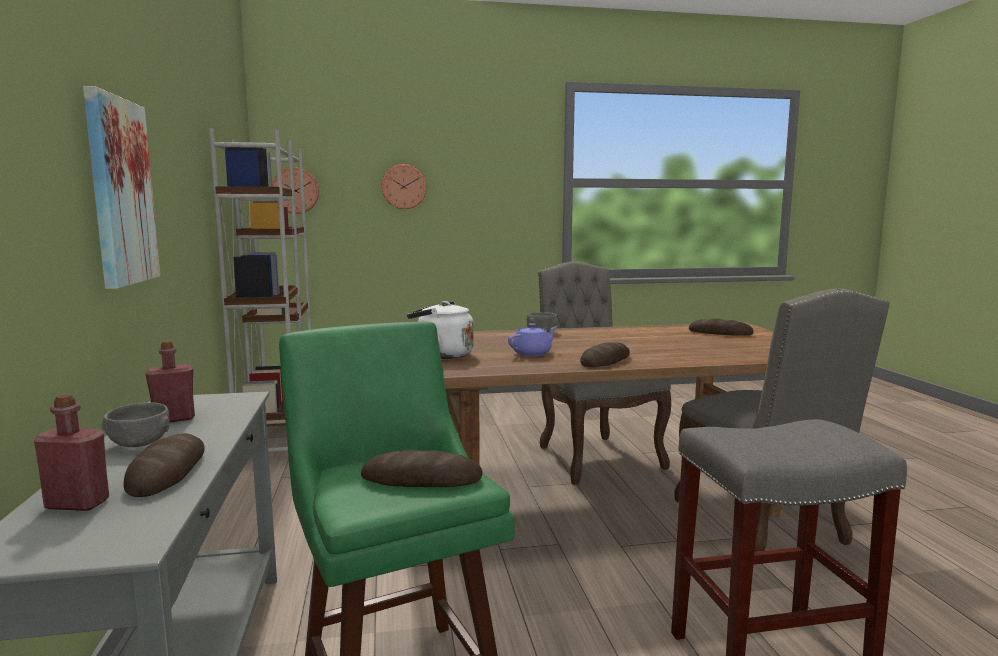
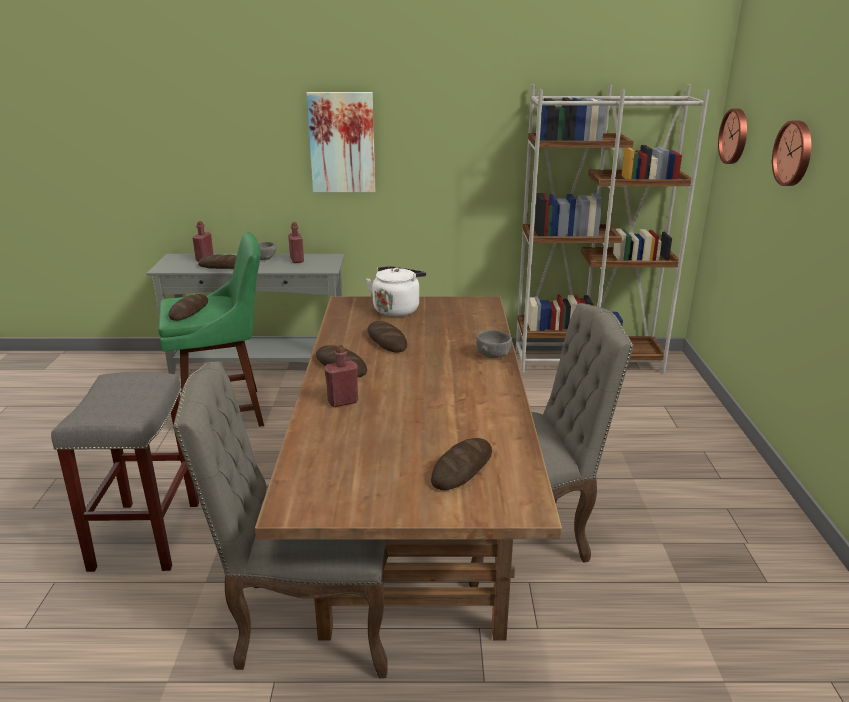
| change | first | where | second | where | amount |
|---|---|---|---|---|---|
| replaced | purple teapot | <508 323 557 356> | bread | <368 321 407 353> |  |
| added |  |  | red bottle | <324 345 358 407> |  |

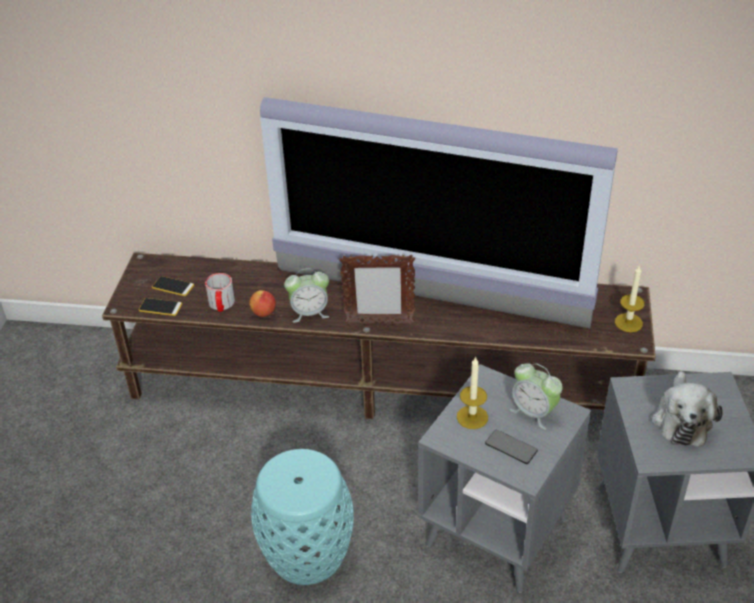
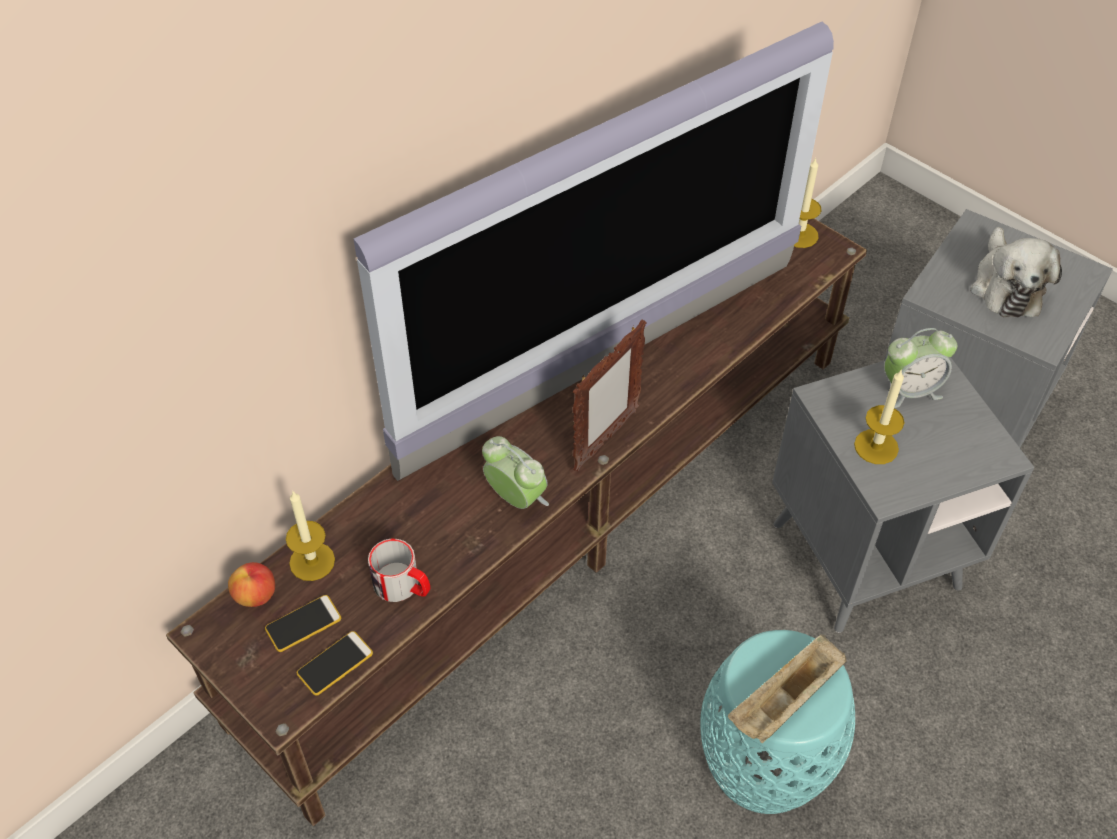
| change | first | where | second | where | amount |
|---|---|---|---|---|---|
| moved | apple | <249 290 276 317> |  | <228 562 275 607> |  |
| turned | alarm clock | <284 268 329 323> |  | <482 436 549 509> | 75 degrees counterclockwise |
| removed | phone | <485 430 538 464> |  |  |  |
| turned | plush toy | <651 371 723 446> |  | <970 227 1062 317> | 45 degrees clockwise |
| added |  |  | candle | <286 490 335 581> |  |
| added |  |  | beige tray | <728 635 847 743> |  |

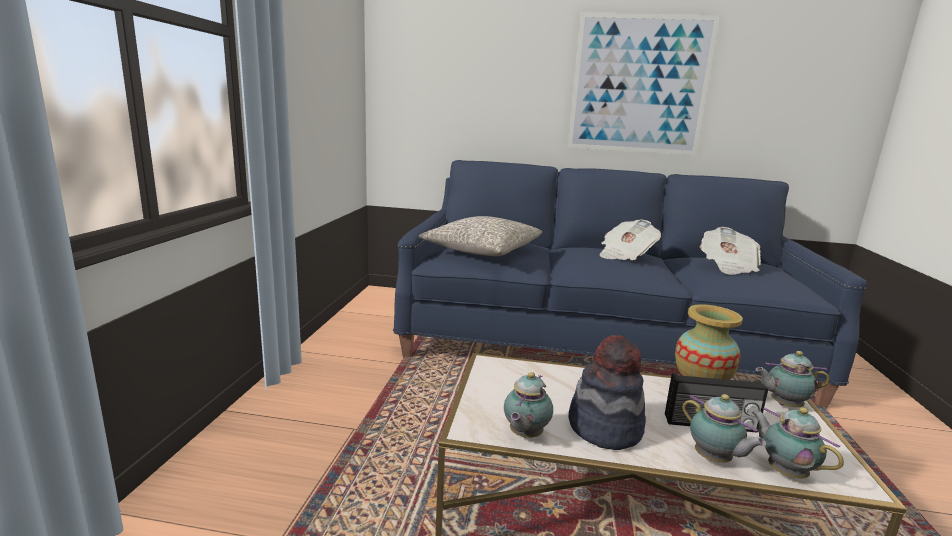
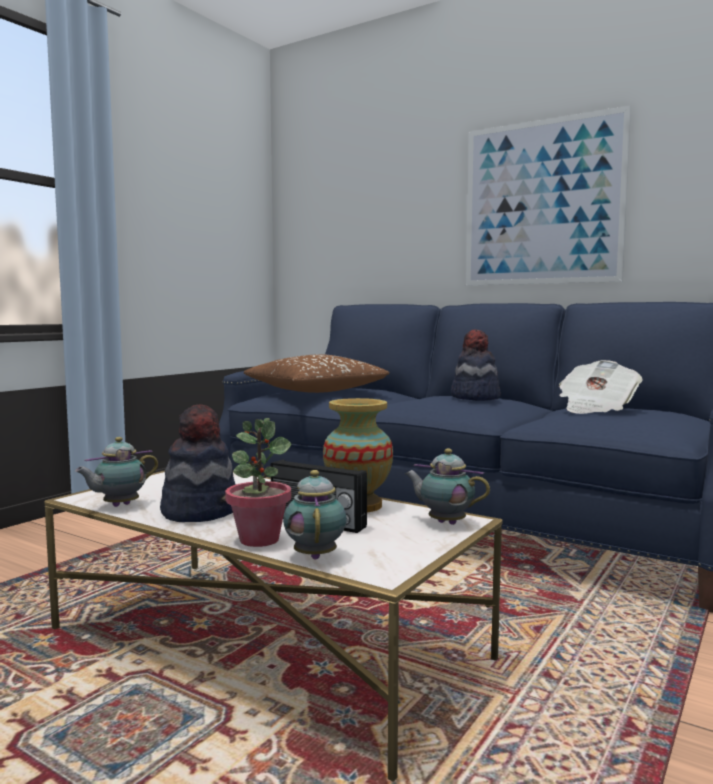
| change | first | where | second | where | amount |
|---|---|---|---|---|---|
| recoloured | grey pillow | <419 216 543 256> | brown pillow | <244 354 390 393> |  |
| replaced | newspaper | <600 220 661 260> | hat | <451 330 501 401> |  |
| replaced | teapot | <682 394 766 463> | potted plant | <225 418 291 547> |  |

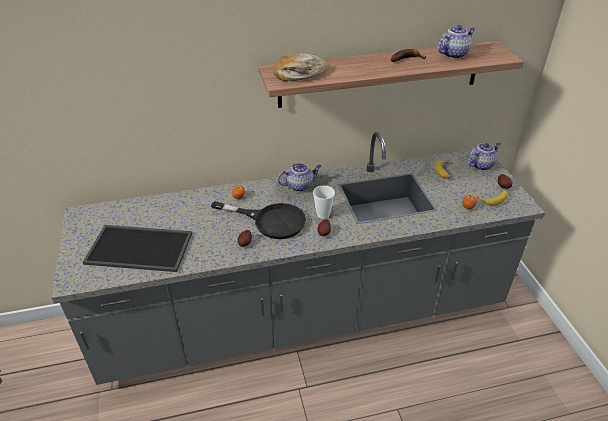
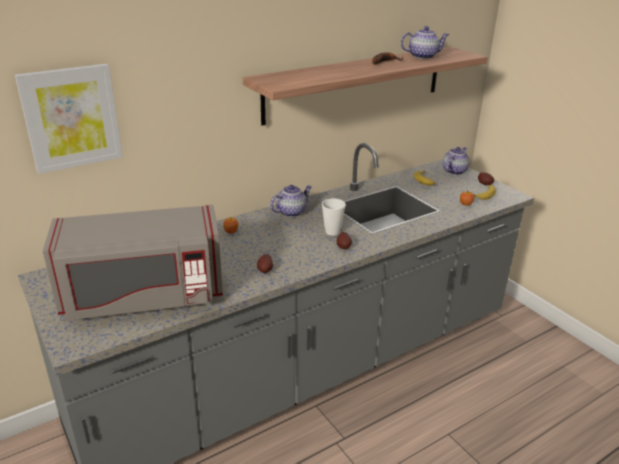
| change | first | where | second | where | amount |
|---|---|---|---|---|---|
| replaced | tray | <83 225 192 272> | grey microwave | <43 205 223 320> |  |
| removed | black frying pan | <211 201 306 239> |  |  |  |
| removed | bread | <274 53 327 81> |  |  |  |
| turned | teapot | <438 25 475 59> |  | <401 26 449 59> | 45 degrees clockwise |
| added |  |  | picture | <15 63 123 174> |  |

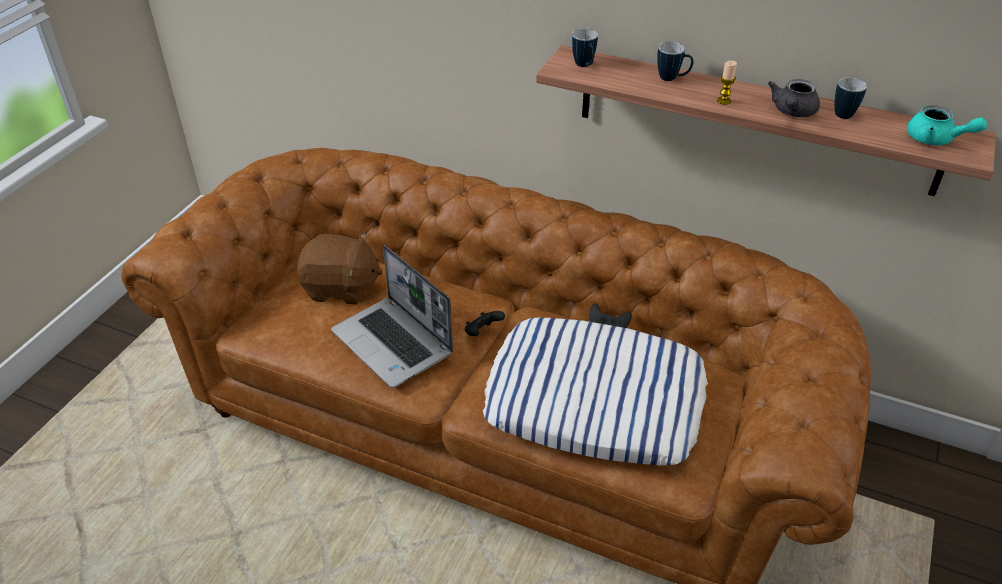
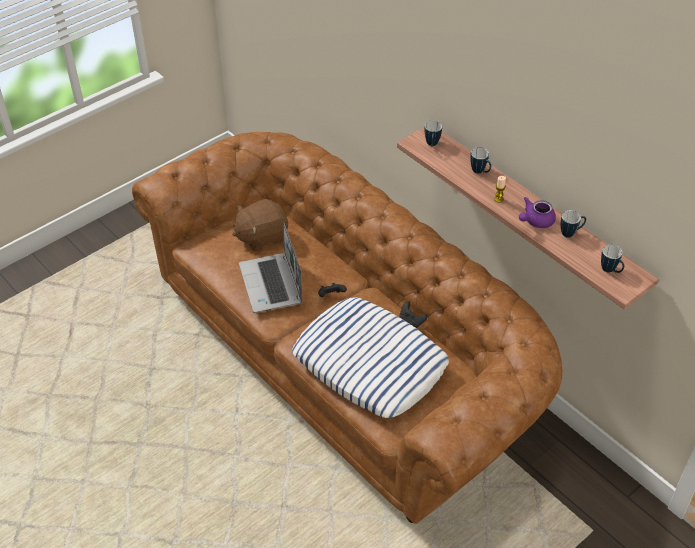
| change | first | where | second | where | amount |
|---|---|---|---|---|---|
| turned | brown plush toy | <297 232 383 305> |  | <233 199 288 251> | 120 degrees clockwise |
| recoloured | grey teapot | <768 79 820 117> | purple teapot | <519 197 556 228> |  |
| replaced | turquoise teapot | <907 105 987 145> | mug | <601 244 624 273> |  |

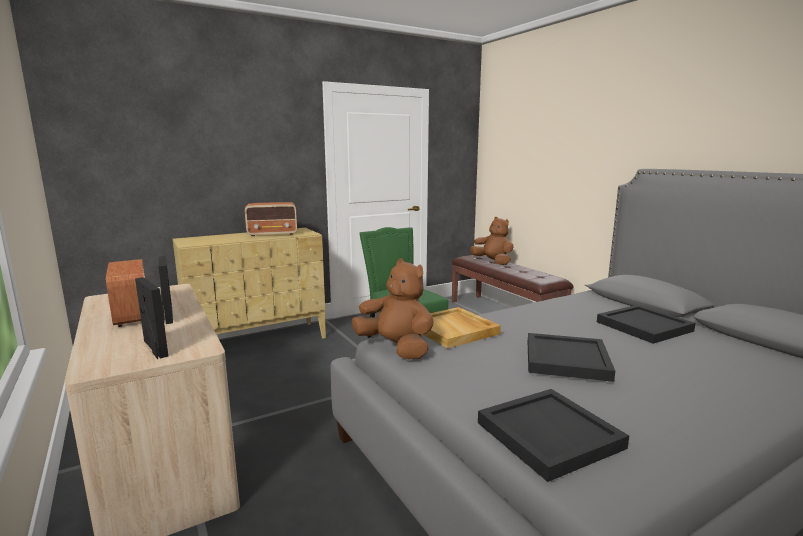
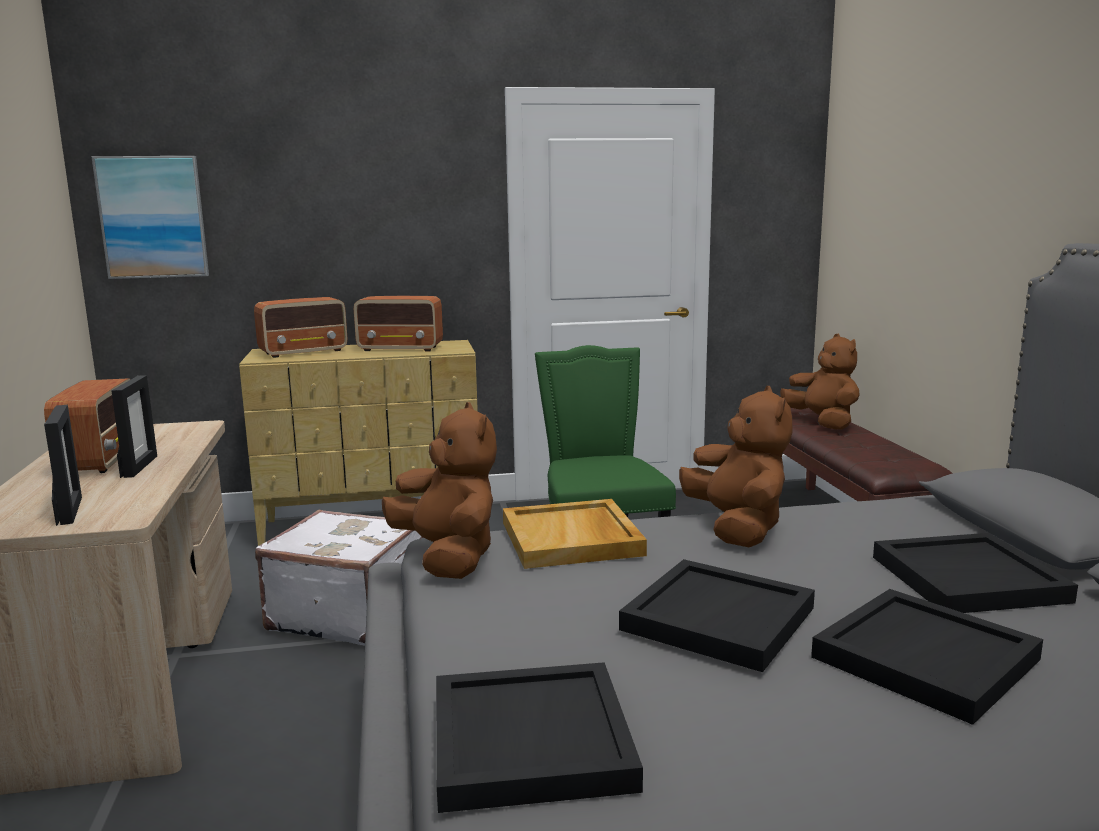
| change | first | where | second | where | amount |
|---|---|---|---|---|---|
| added |  |  | picture | <91 156 209 279> |  |
| added |  |  | radio | <254 297 347 358> |  |
| added |  |  | white suitcase | <255 510 424 646> |  |
| added |  |  | brown plush toy | <679 386 793 547> |  |
| added |  |  | black tray | <811 589 1043 725> |  |

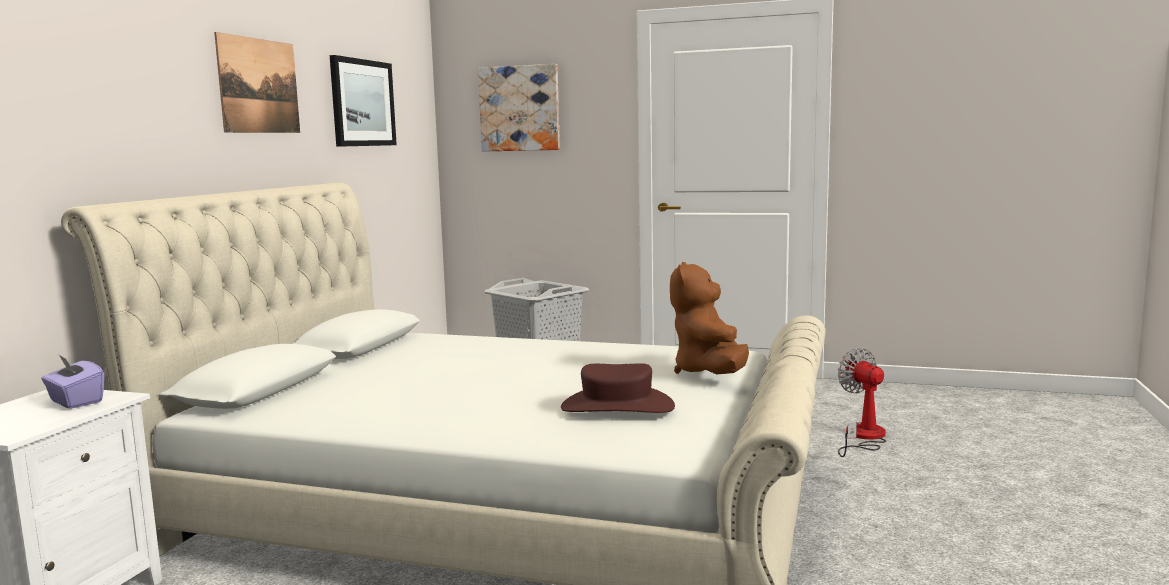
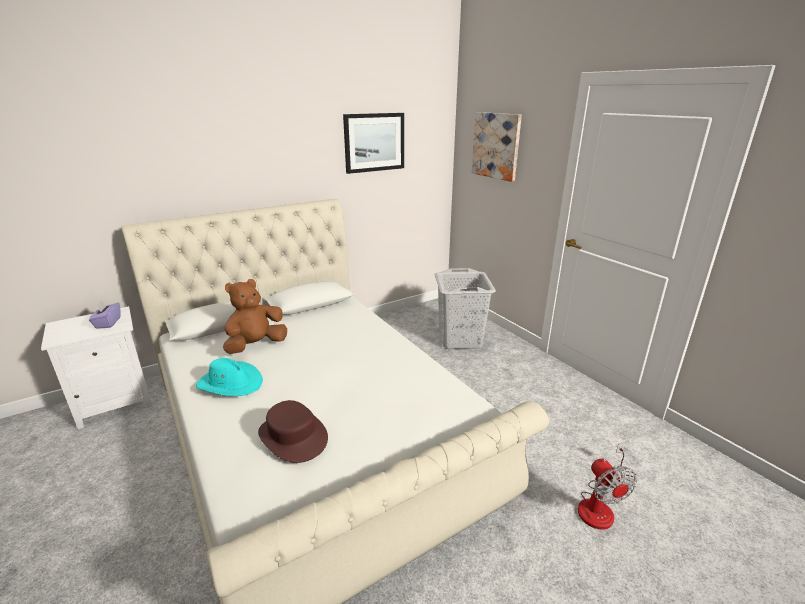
| change | first | where | second | where | amount |
|---|---|---|---|---|---|
| removed | picture | <214 32 300 133> |  |  |  |
| moved | brown plush toy | <670 262 749 374> |  | <223 279 287 354> |  |
| turned | fan | <838 348 886 457> |  | <578 443 637 530> | 150 degrees clockwise |
| added |  |  | turquoise hat | <196 358 263 396> |  |

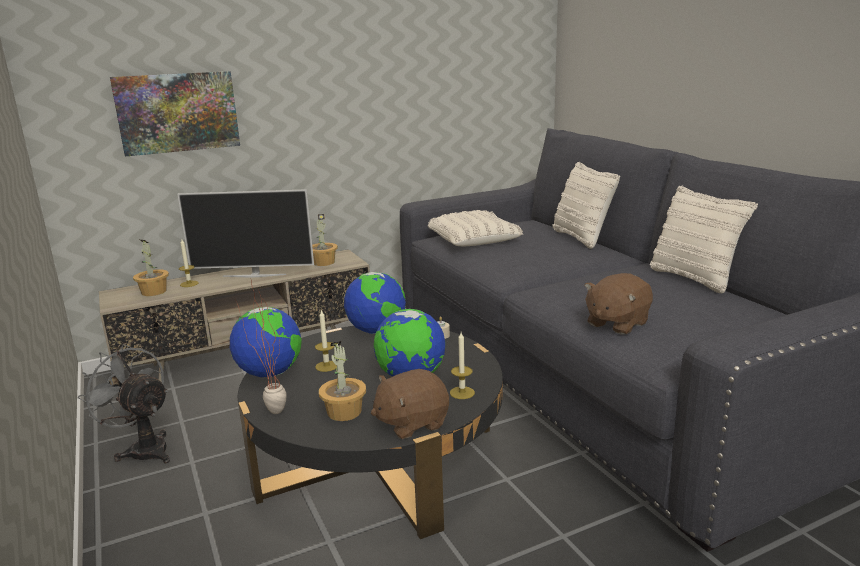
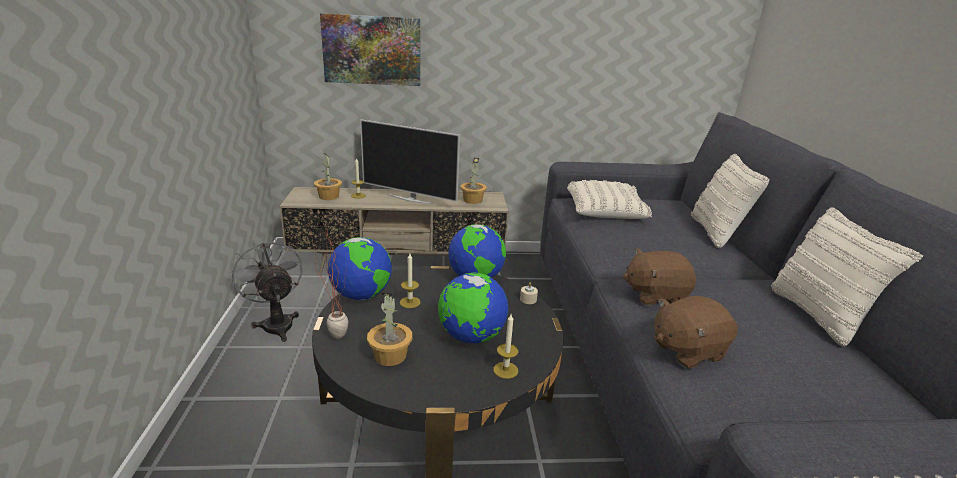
| change | first | where | second | where | amount |
|---|---|---|---|---|---|
| moved | brown plush toy | <371 369 449 439> |  | <623 248 696 305> |  |

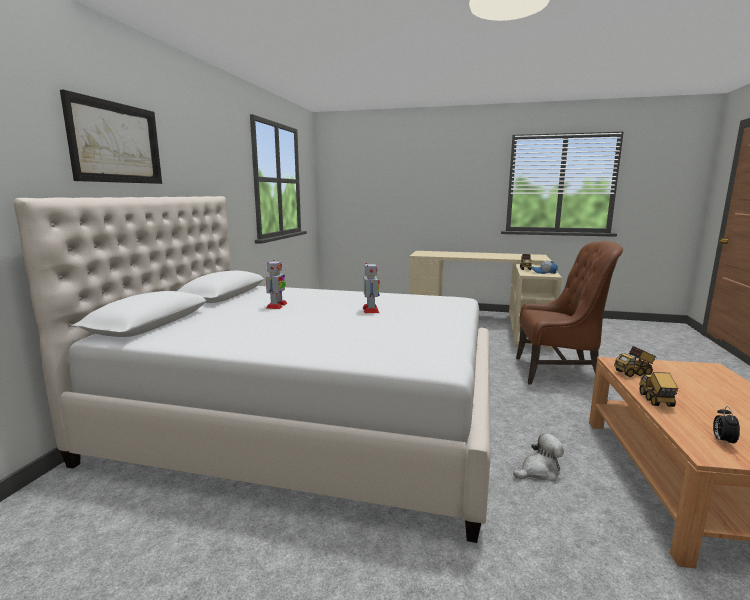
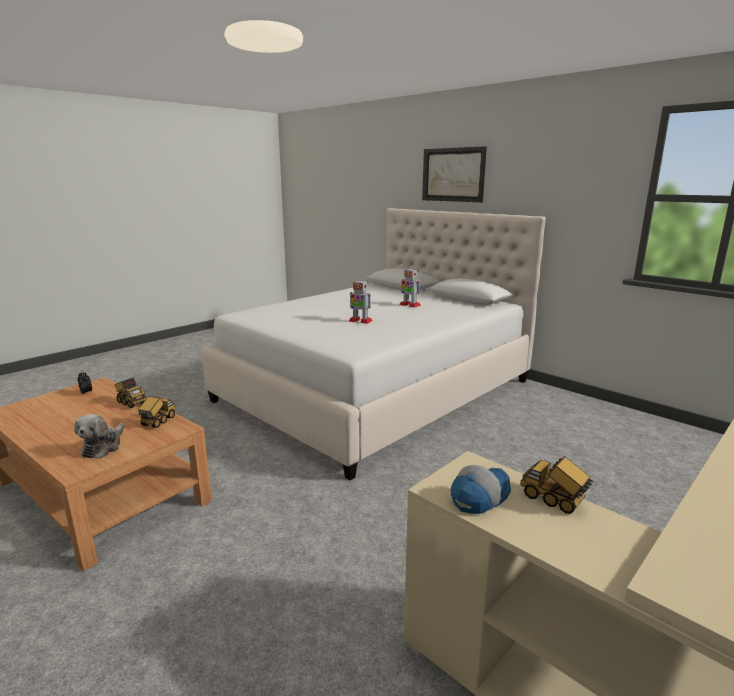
| change | first | where | second | where | amount |
|---|---|---|---|---|---|
| moved | plush toy | <513 433 564 481> |  | <74 414 124 458> |  |
| removed | brown chair | <516 241 623 385> |  |  |  |

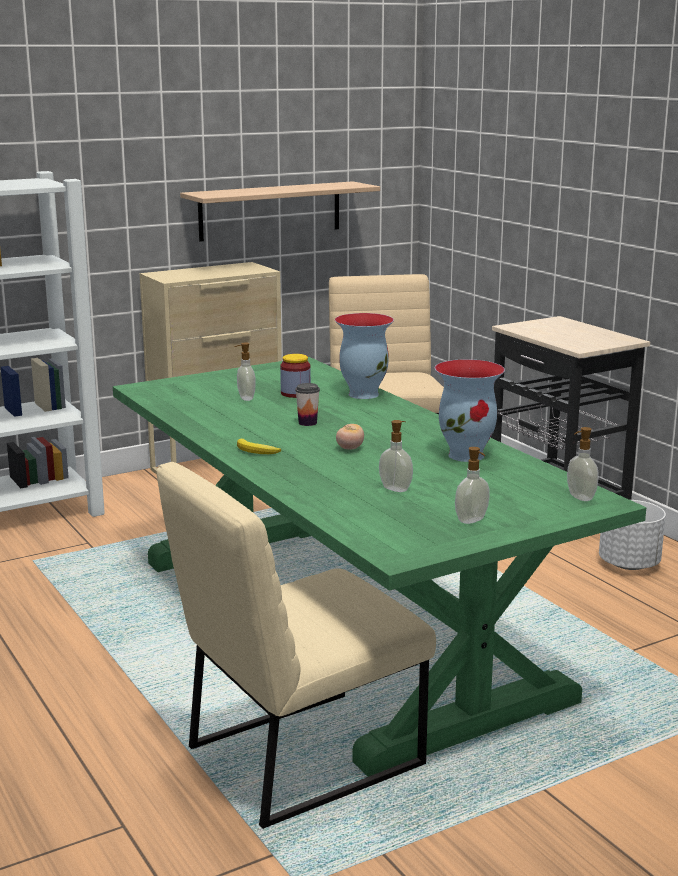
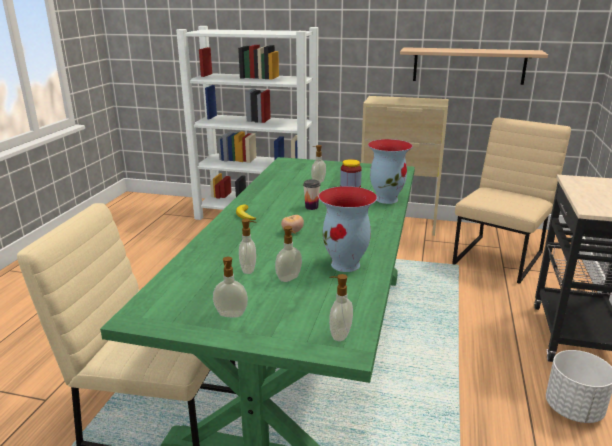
| change | first | where | second | where | amount |
|---|---|---|---|---|---|
| added |  |  | soap dispenser | <275 226 302 282> |  |

